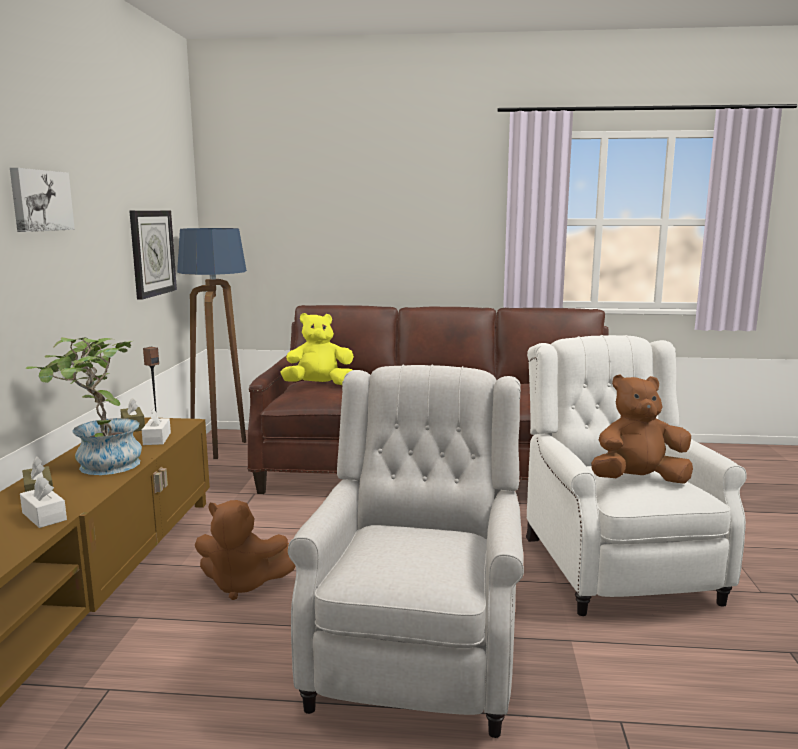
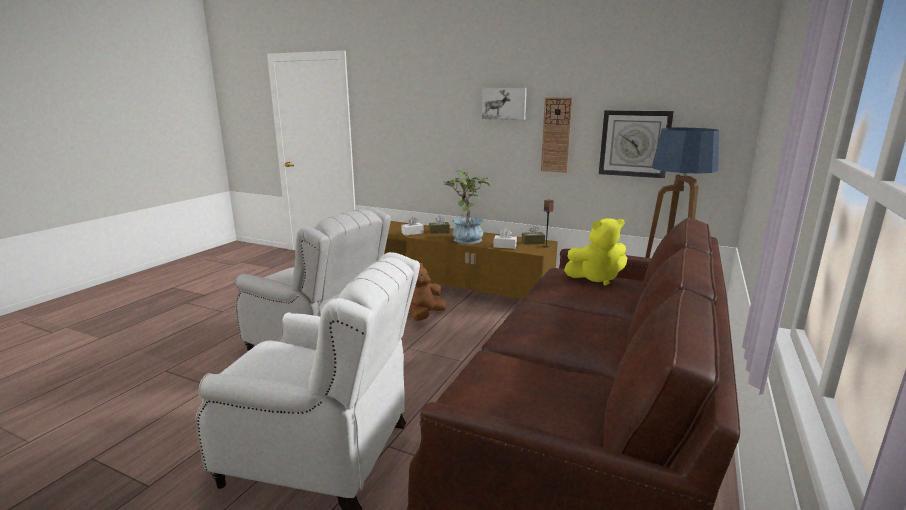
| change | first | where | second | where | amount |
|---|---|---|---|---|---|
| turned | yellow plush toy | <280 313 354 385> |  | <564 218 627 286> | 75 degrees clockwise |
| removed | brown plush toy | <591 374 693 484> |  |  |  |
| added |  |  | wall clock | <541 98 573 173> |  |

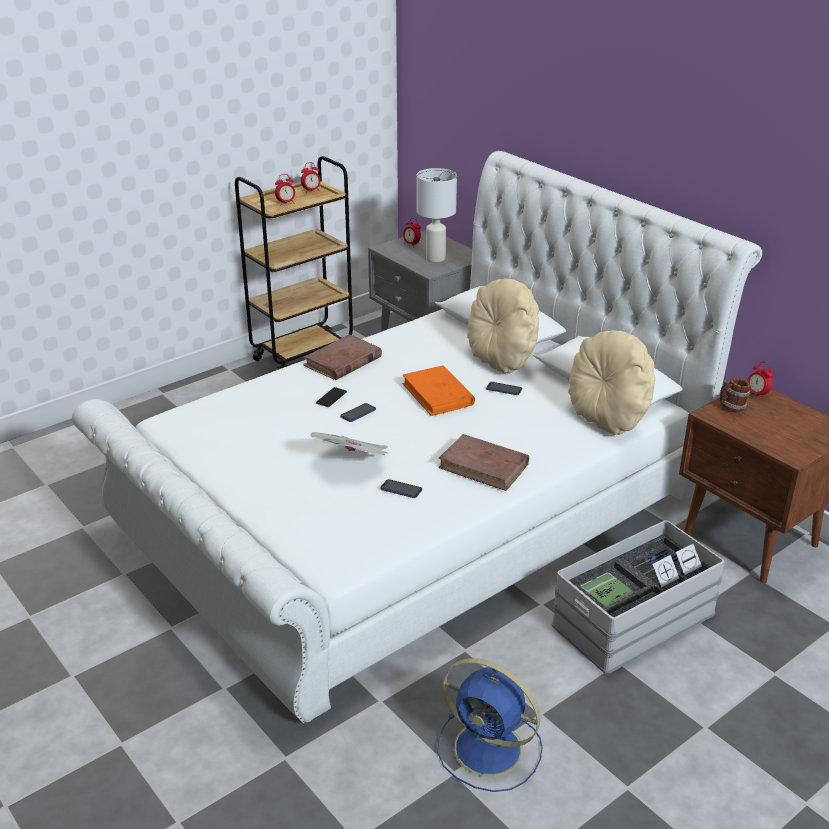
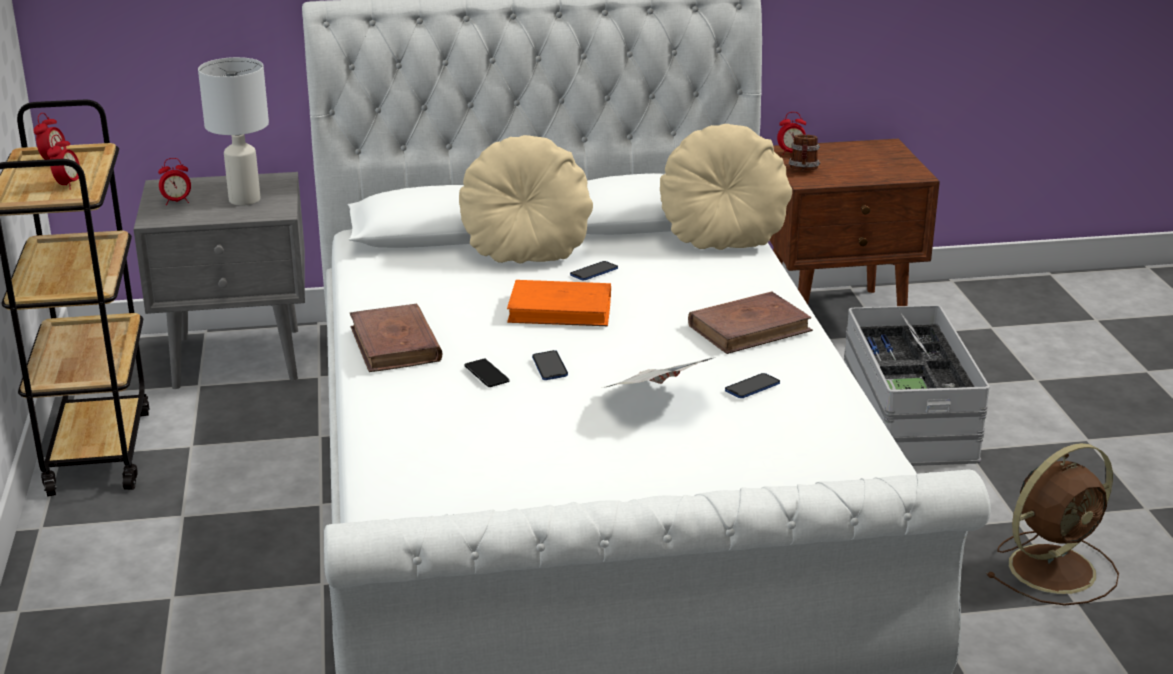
| change | first | where | second | where | amount |
|---|---|---|---|---|---|
| recoloured | blue fan | <437 658 543 792> | brown fan | <986 443 1119 606> |  |

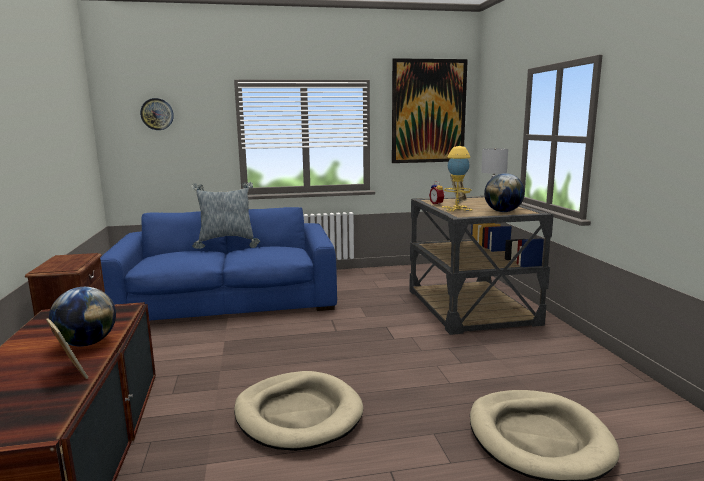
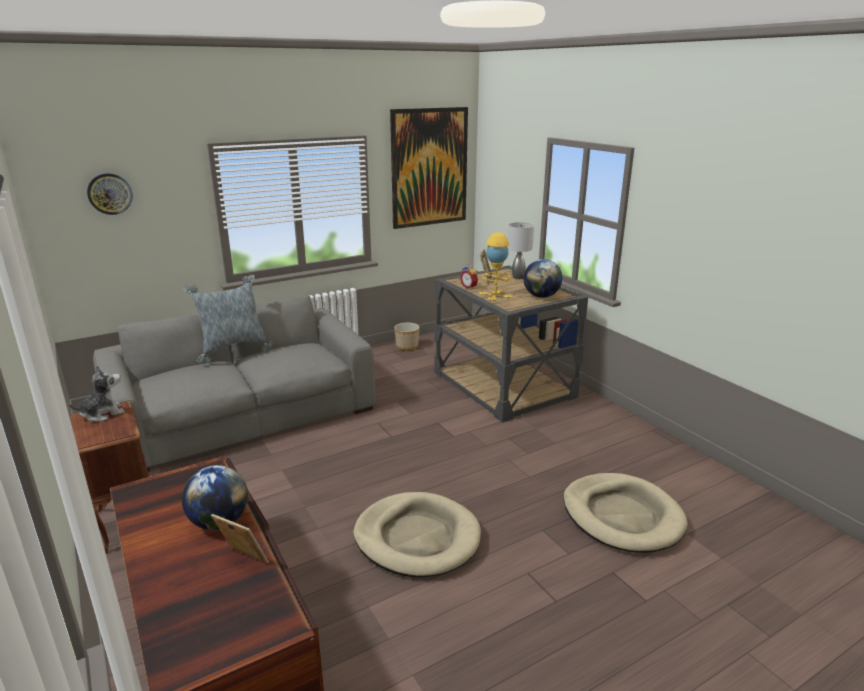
| change | first | where | second | where | amount |
|---|---|---|---|---|---|
| recoloured | blue sofa | <100 207 337 321> | grey sofa | <93 295 376 472> |  |
| added |  |  | plush toy | <68 365 125 422> |  |
| added |  |  | planter | <394 323 420 351> |  |

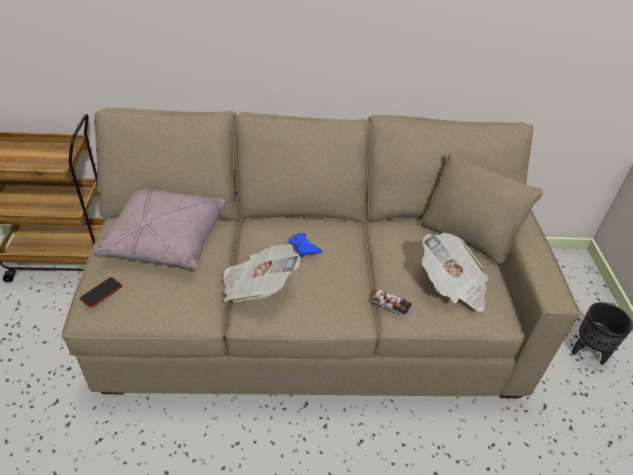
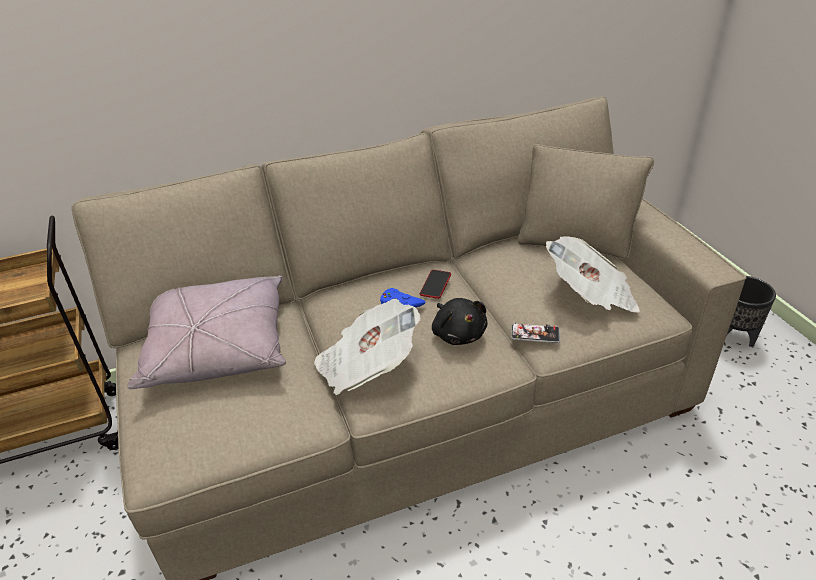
| change | first | where | second | where | amount |
|---|---|---|---|---|---|
| moved | phone | <80 277 122 308> |  | <420 270 451 299> |  |
| added |  |  | black plush toy | <432 298 487 345> |  |

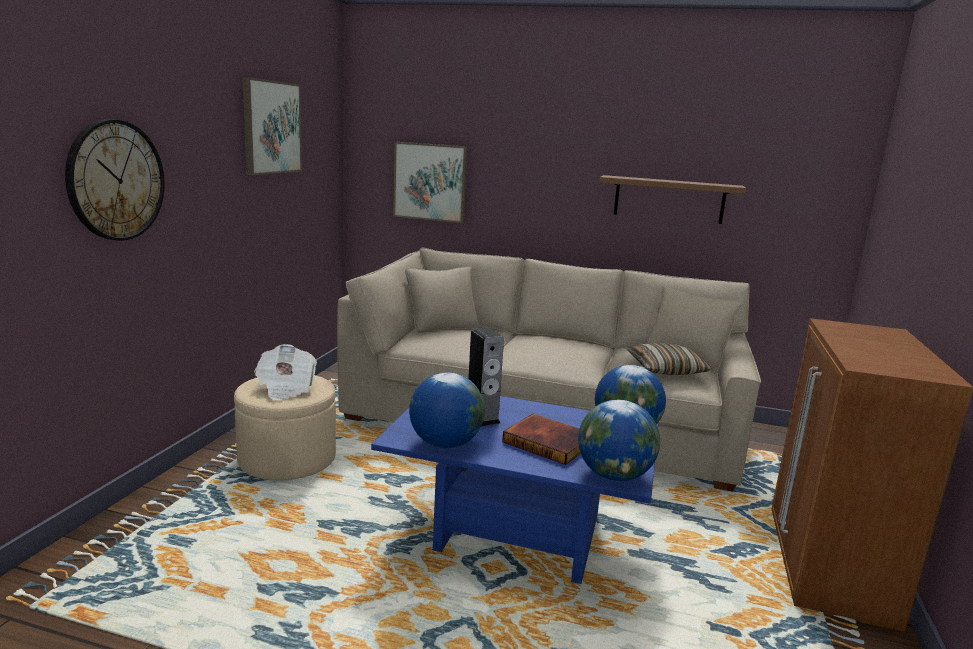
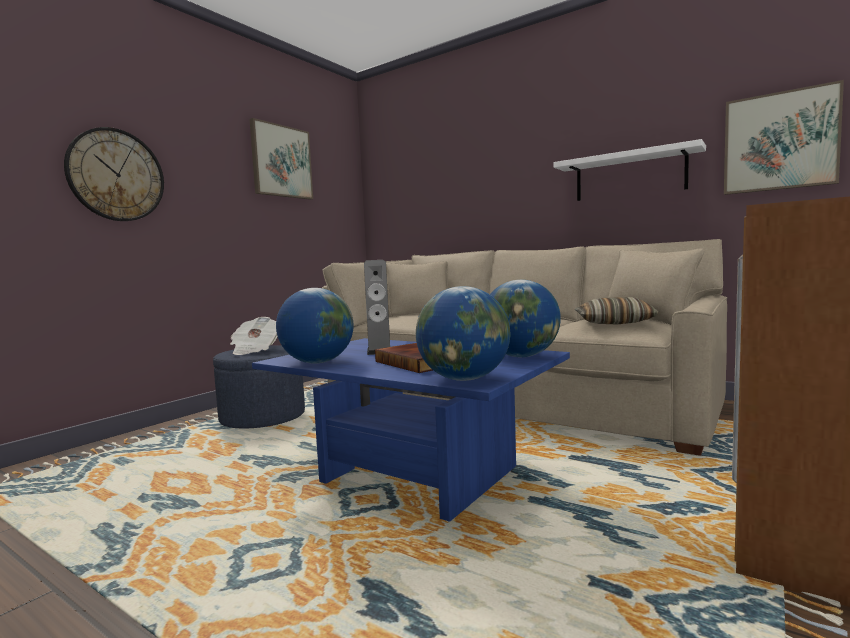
| change | first | where | second | where | amount |
|---|---|---|---|---|---|
| recoloured | beige ottoman | <234 375 336 480> | blue ottoman | <213 345 305 429> |  |
| moved | picture | <393 142 468 223> |  | <724 80 844 195> |  |
| recoloured | brown shelf | <599 175 746 224> | white shelf | <554 139 706 201> |  |

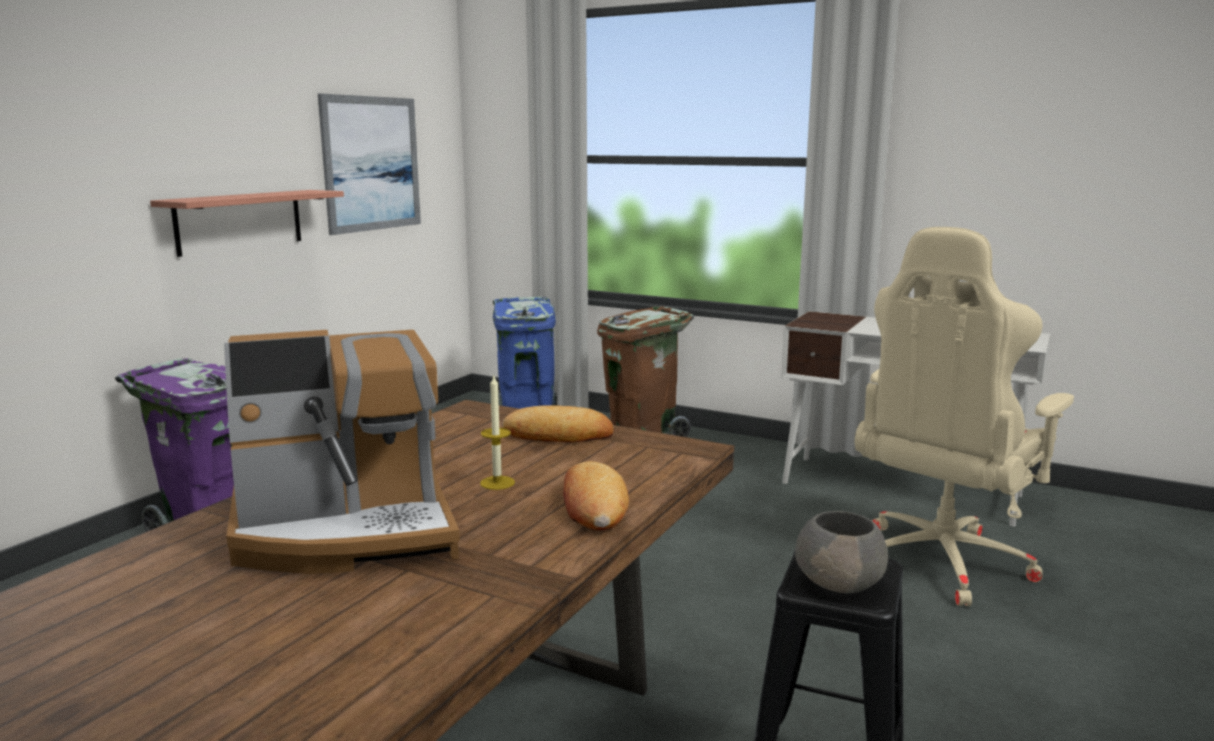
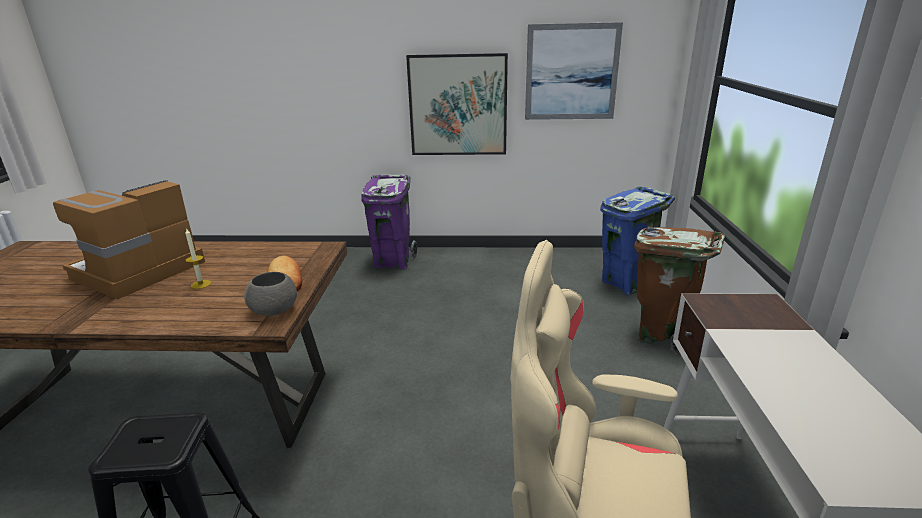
| change | first | where | second | where | amount |
|---|---|---|---|---|---|
| replaced | shelf | <150 190 344 257> | picture | <406 53 508 155> |  |
| turned | coffee machine | <224 330 460 574> |  | <53 180 205 299> | 75 degrees clockwise |
| removed | bread | <563 461 629 531> |  |  |  |
| moved | grey bowl | <795 511 888 593> |  | <244 272 297 316> |  |

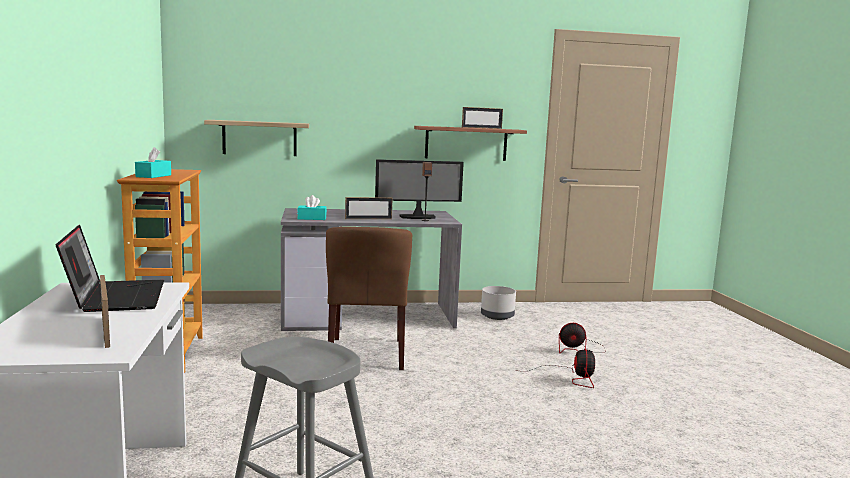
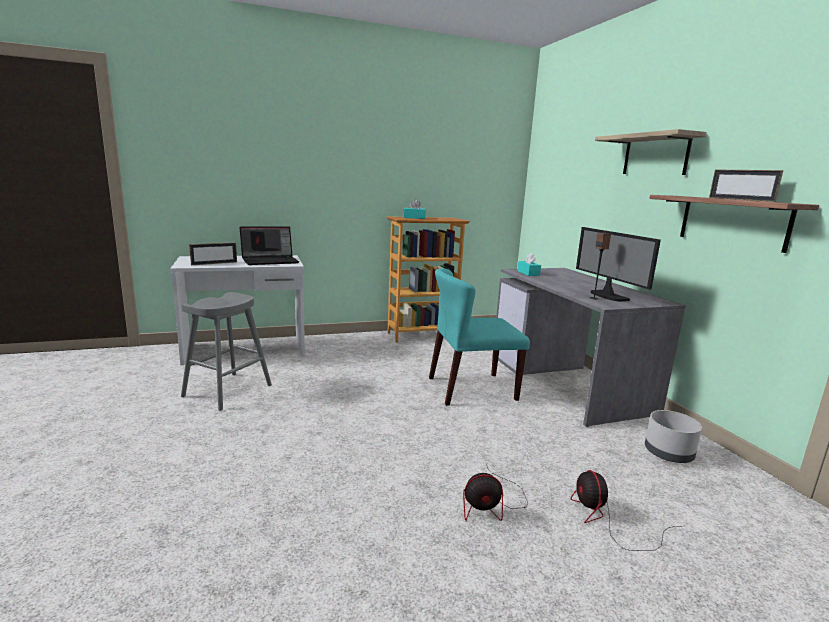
| change | first | where | second | where | amount |
|---|---|---|---|---|---|
| moved | shelf | <204 120 309 156> |  | <595 129 707 175> |  |
| recoloured | brown chair | <326 227 412 370> | turquoise chair | <429 268 530 406> |  |
| removed | picture frame | <345 197 392 219> |  |  |  |

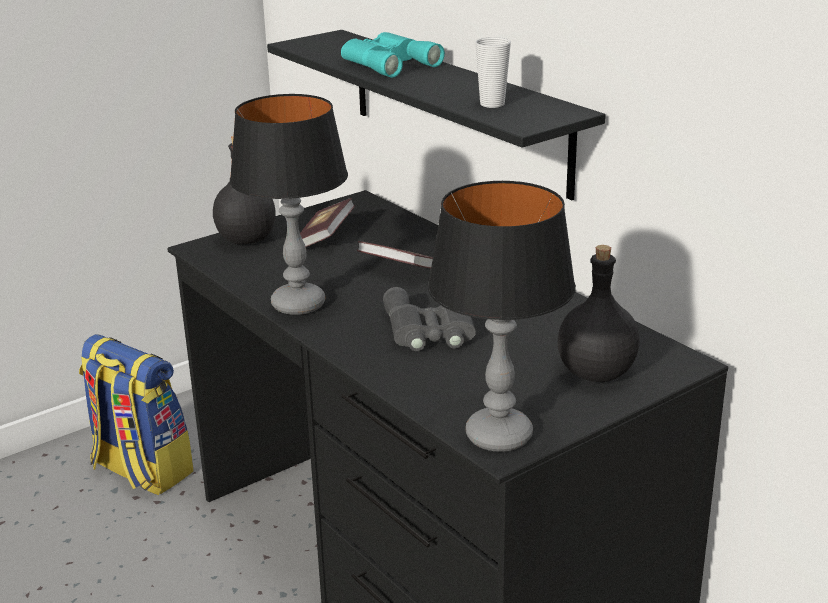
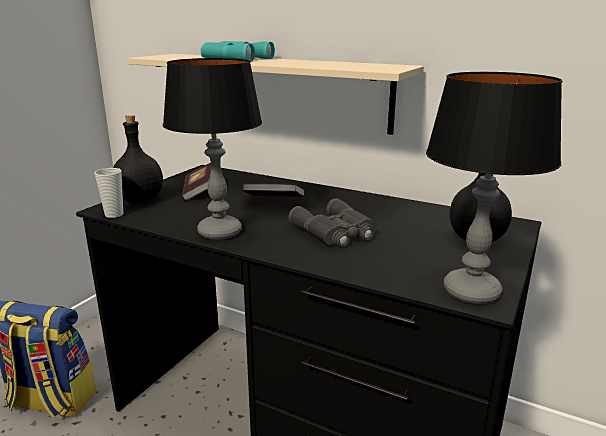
| change | first | where | second | where | amount |
|---|---|---|---|---|---|
| recoloured | black shelf | <267 30 606 200> | beige shelf | <128 54 424 135> |  |
| moved | cup | <475 37 511 108> |  | <94 168 123 218> |  |

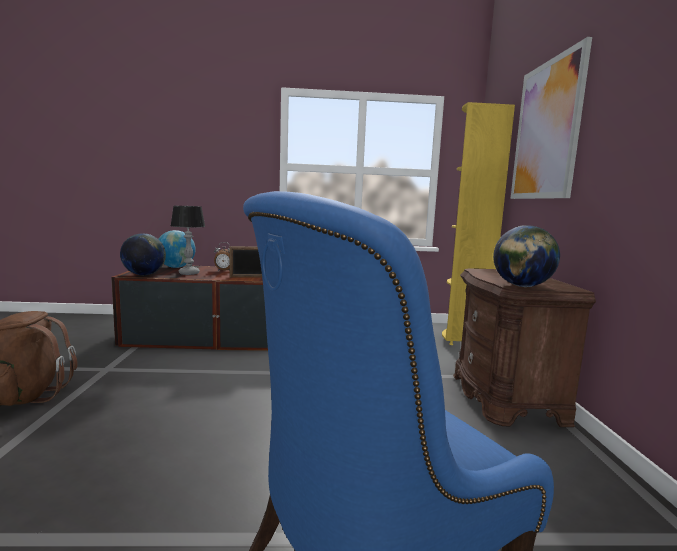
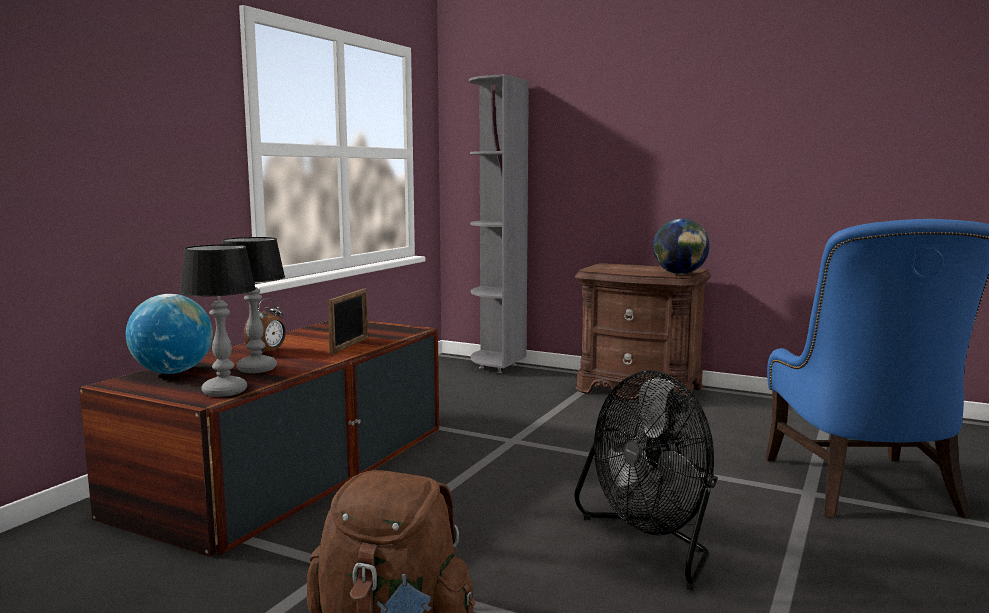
| change | first | where | second | where | amount |
|---|---|---|---|---|---|
| replaced | globe | <120 233 166 275> | table lamp | <180 244 256 397> |  |
| recoloured | yellow bookcase | <442 102 515 345> | grey bookcase | <469 74 529 373> |  |
| removed | picture | <510 37 592 199> |  |  |  |
| added |  |  | black fan | <574 370 718 591> |  |

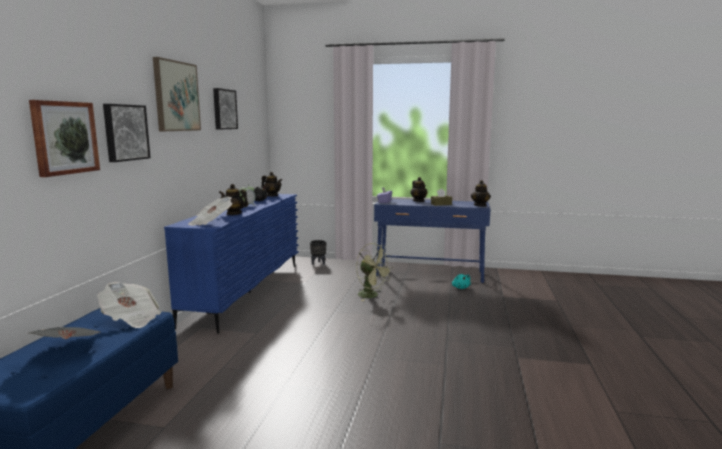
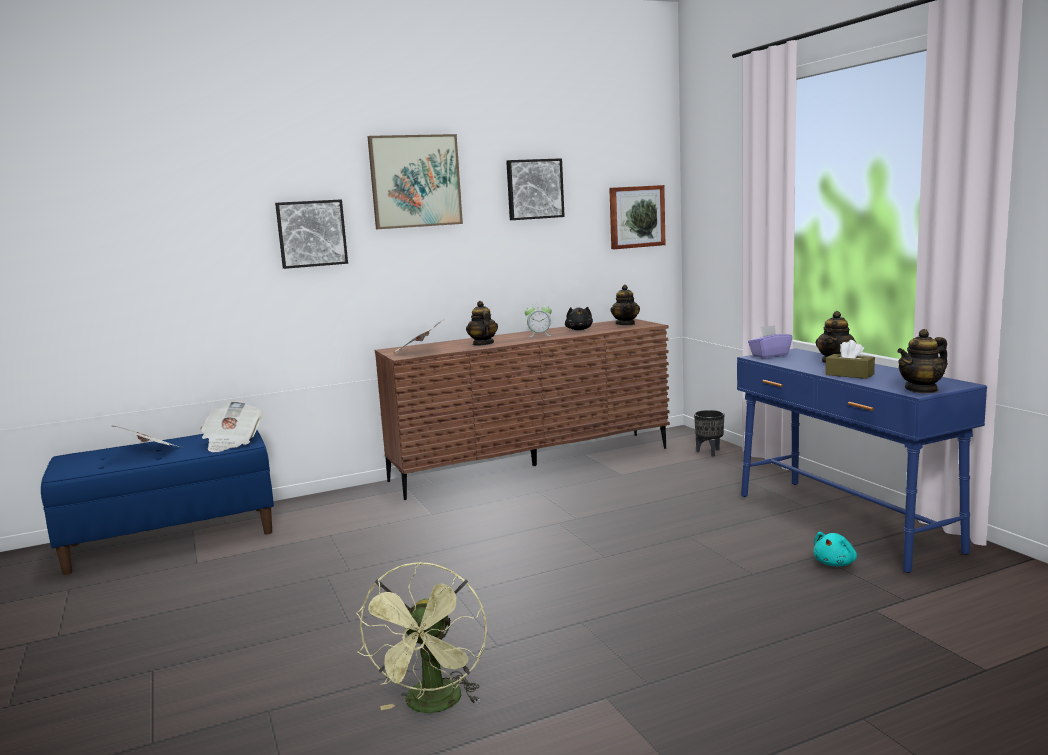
| change | first | where | second | where | amount |
|---|---|---|---|---|---|
| moved | picture | <29 100 100 177> |  | <609 185 665 249> |  |
| recoloured | blue dresser | <164 194 299 333> | brown dresser | <375 319 670 500> |  |
| moved | green fan | <356 243 393 301> |  | <356 562 487 713> |  |

